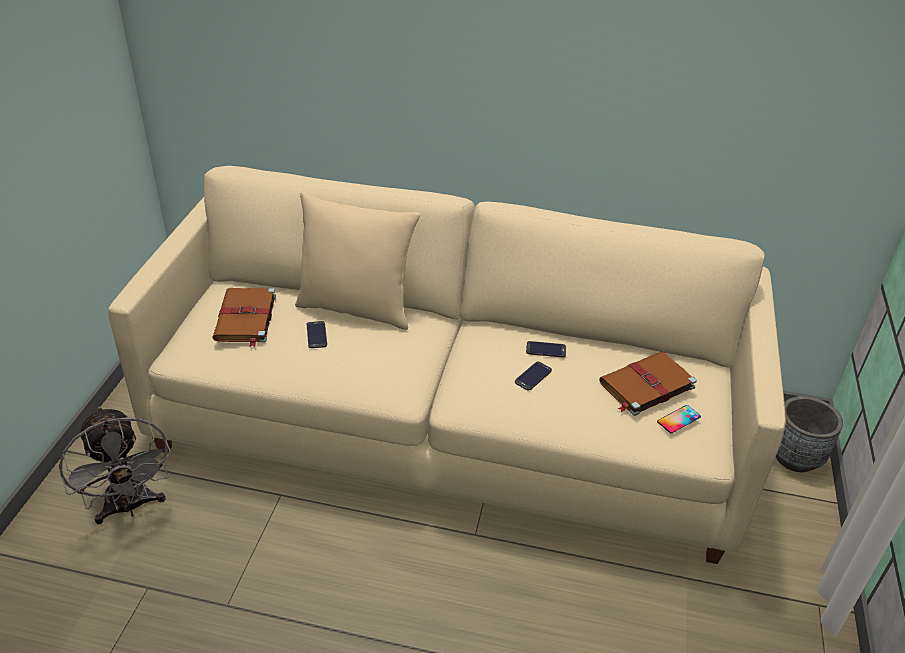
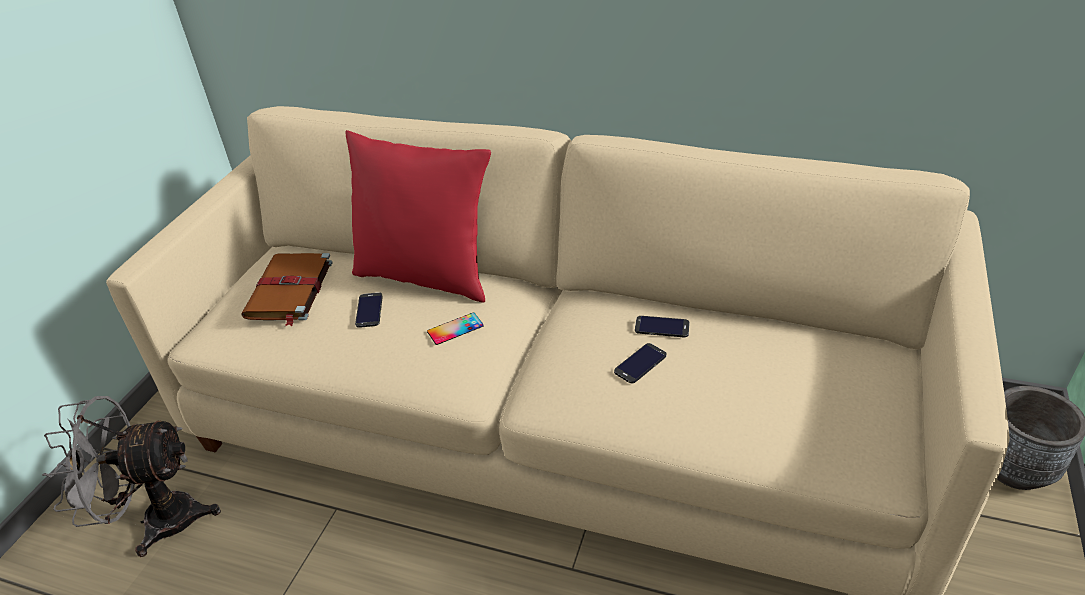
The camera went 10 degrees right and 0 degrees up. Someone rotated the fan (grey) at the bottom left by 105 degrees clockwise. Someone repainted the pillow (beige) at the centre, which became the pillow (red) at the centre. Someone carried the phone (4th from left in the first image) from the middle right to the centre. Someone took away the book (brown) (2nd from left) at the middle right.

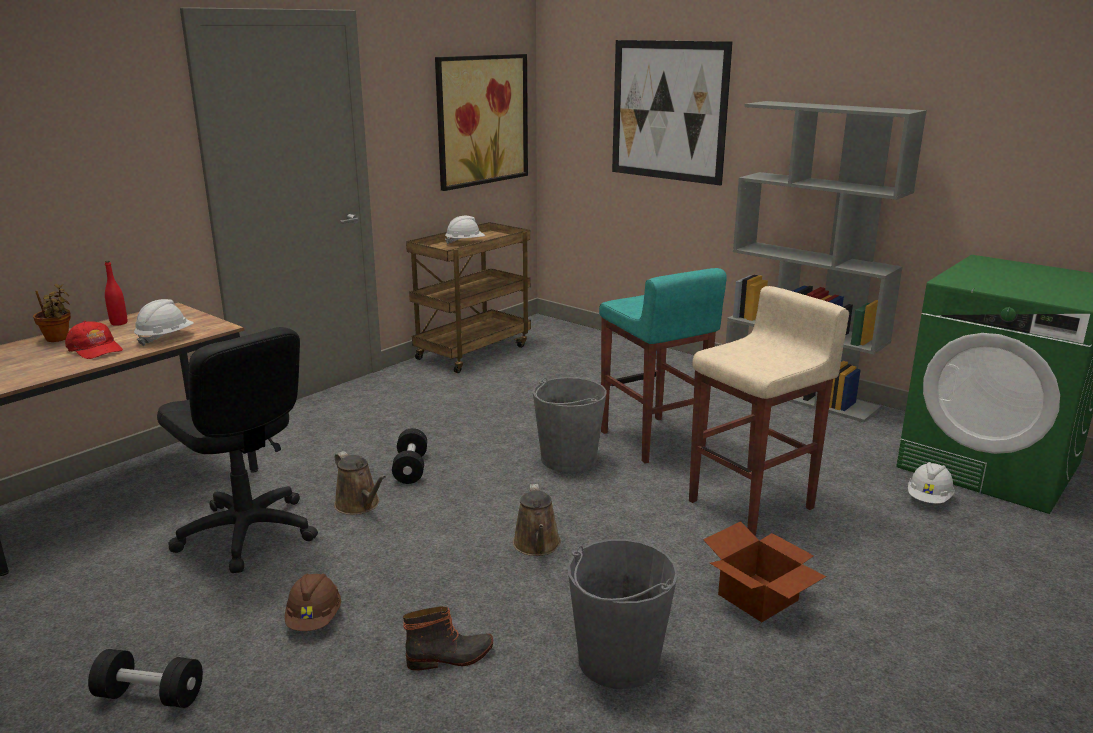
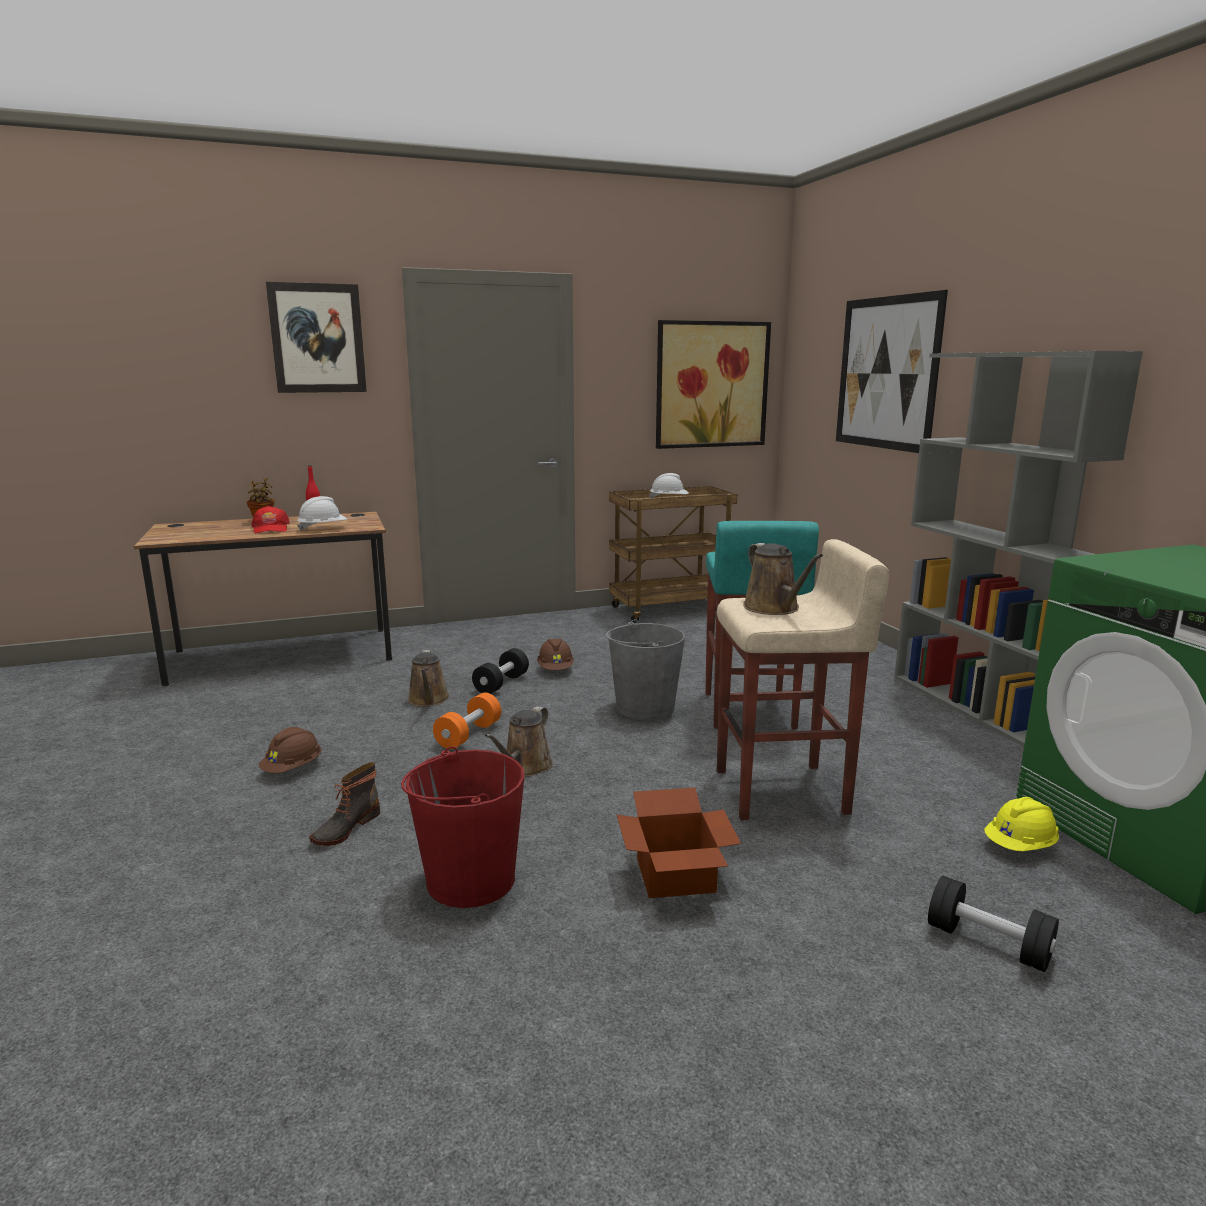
The camera went 30 degrees right and 5 degrees down. Someone put up the picture (1st from left) at the top left. Someone rotated the boot at the bottom centre by 105 degrees clockwise. Someone repainted the bucket (grey) (2nd from left) at the bottom centre, which became the bucket (red) at the bottom centre. Someone put down the dumbbell (orange) at the centre. Someone put down the hard hat (brown) (2nd from left) at the centre. Someone put down the watering can (brown) (3rd from left) at the centre. Someone carried the dumbbell (black) (1st from left in the first image) from the bottom left to the bottom right. Someone repainted the hard hat (white) (3rd from left) at the middle right, which became the hard hat (yellow) at the bottom right. Someone took away the office chair (black) at the middle left.

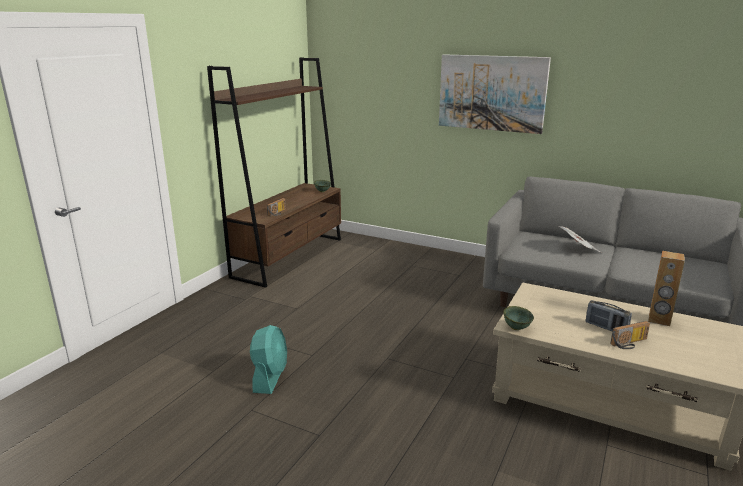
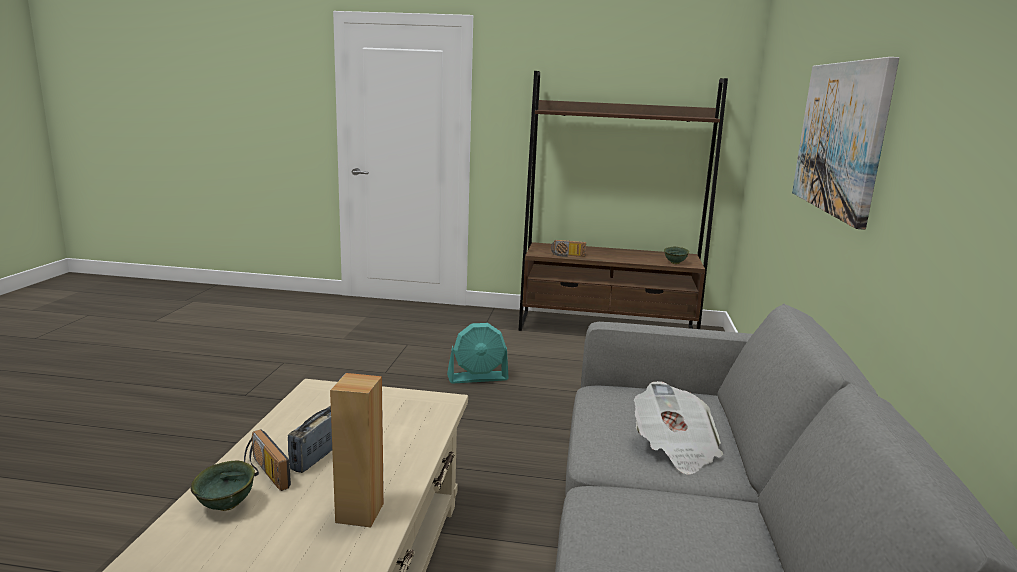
The camera went 70 degrees right and 5 degrees down. Someone carried the bowl (green) (2nd from left in the first image) from the middle right to the bottom left. Someone carried the fan (turquoise) from the bottom centre to the centre.

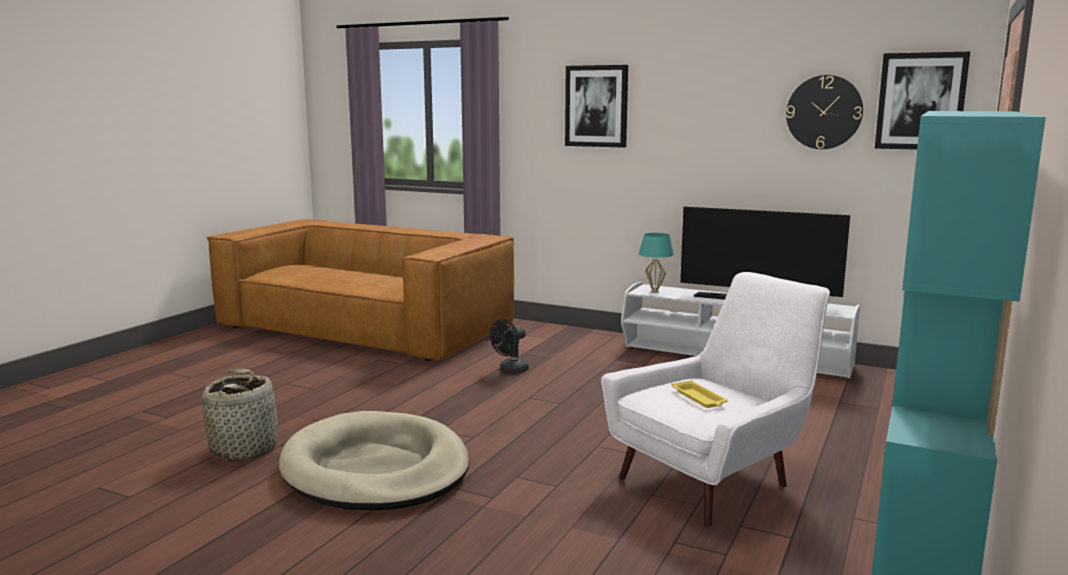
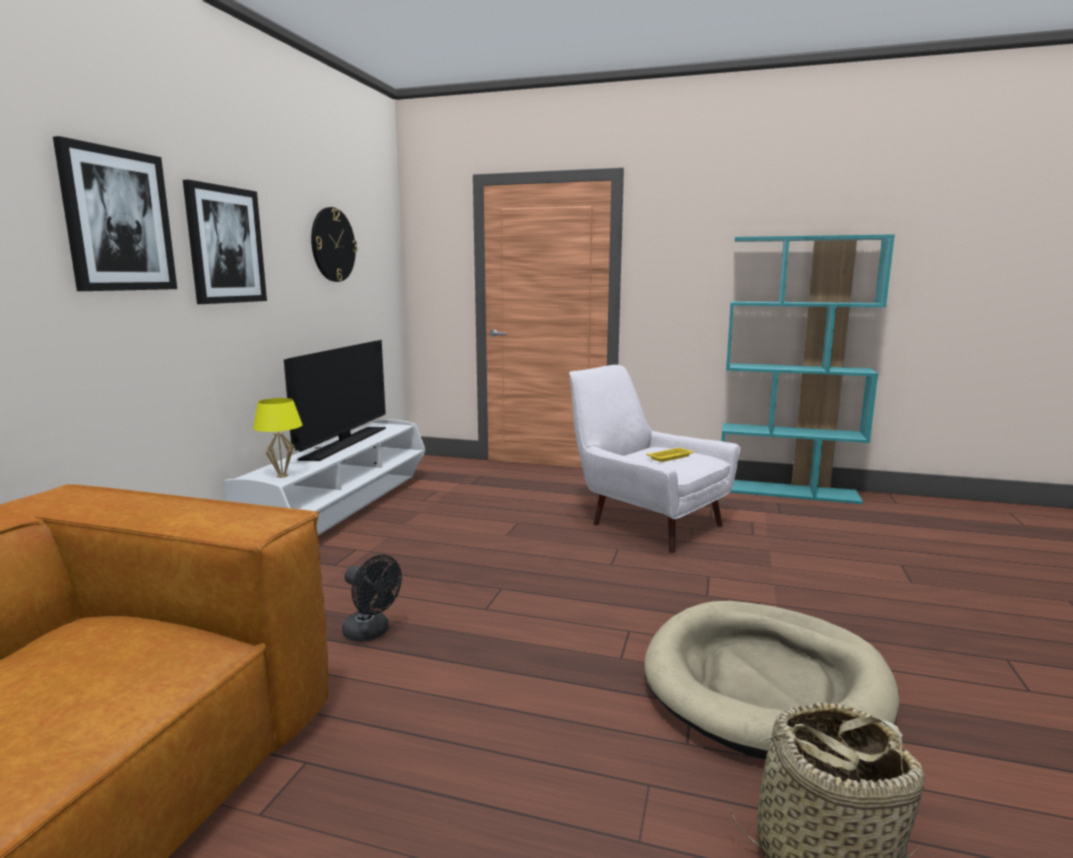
The camera went 100 degrees left and 0 degrees up. Someone carried the picture (2nd from left) from the top right to the top left. Someone repainted the table lamp (turquoise) at the centre, which became the table lamp (yellow) at the middle left.

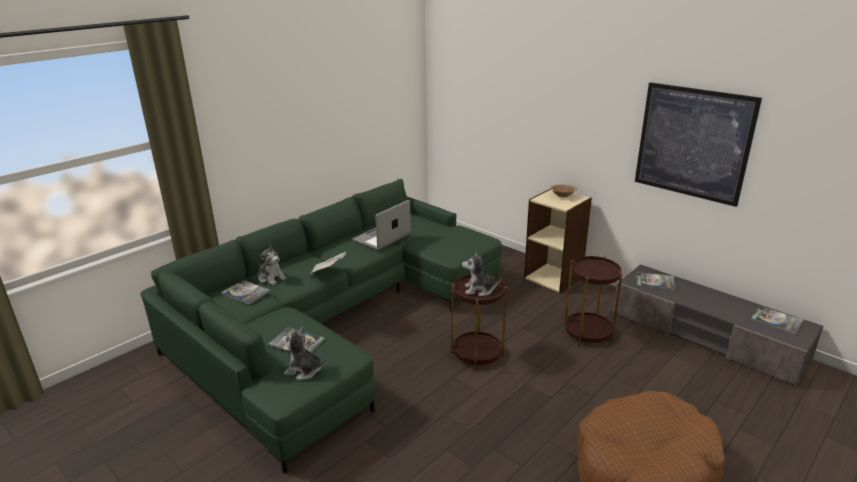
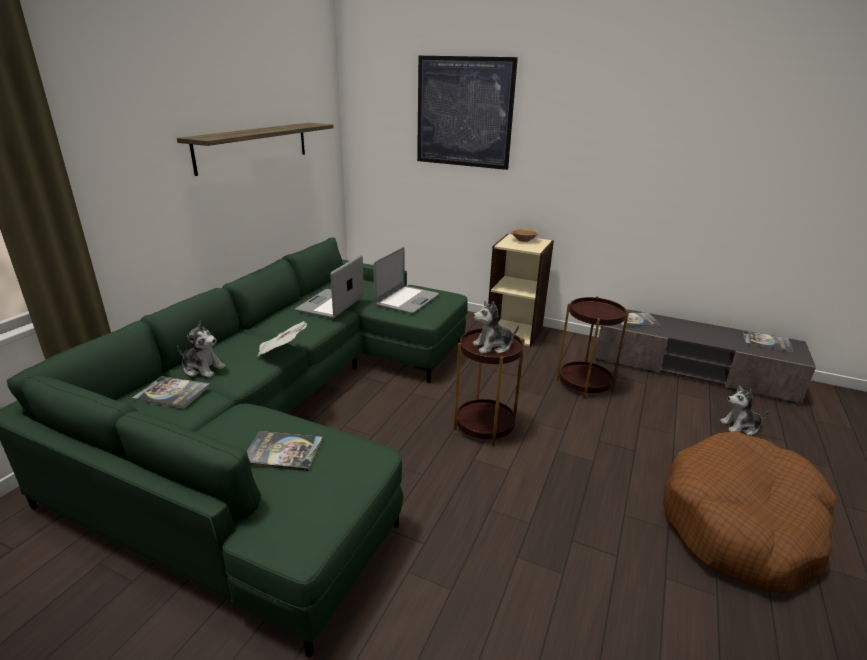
The camera went 20 degrees left and 0 degrees up. Someone put up the shelf at the top left. Someone put down the laptop (2nd from left) at the centre. Someone carried the picture from the top right to the top centre. Someone carried the plush toy (2nd from left in the first image) from the bottom centre to the middle right.

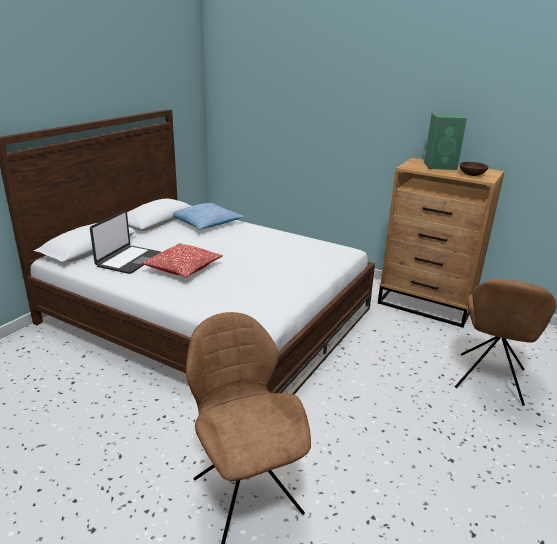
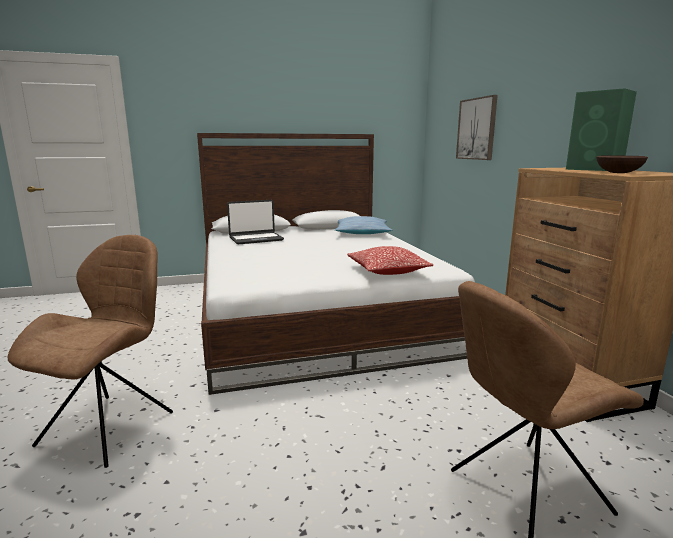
The camera went 45 degrees right and 10 degrees down. Someone carried the pillow (1st from left in the first image) from the middle left to the centre. Someone put up the picture at the top right.

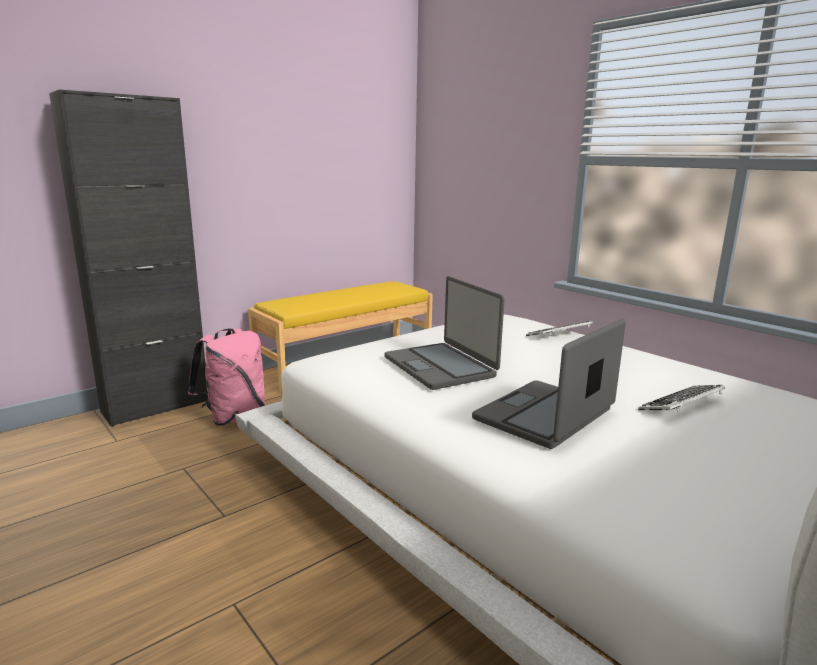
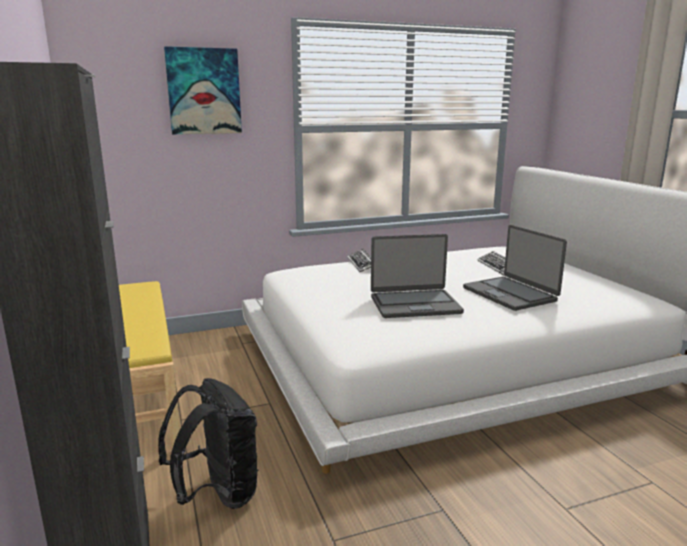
The camera went 70 degrees left and 0 degrees up. Someone repainted the backpack (pink) at the middle left, which became the backpack (black) at the bottom left. Someone put up the picture at the top left.

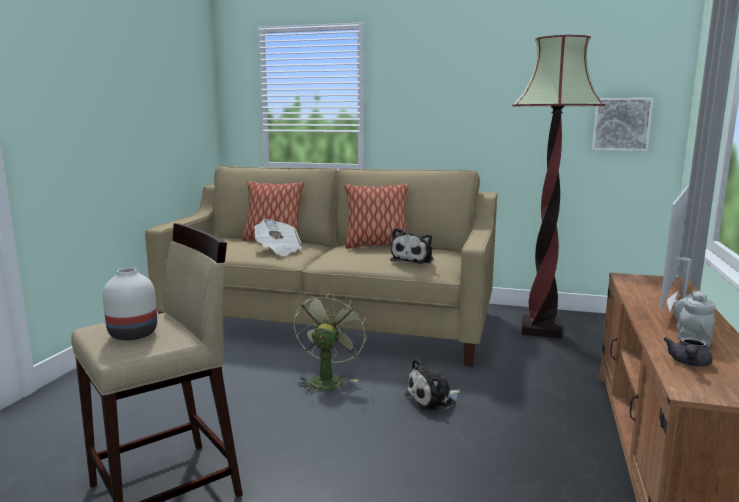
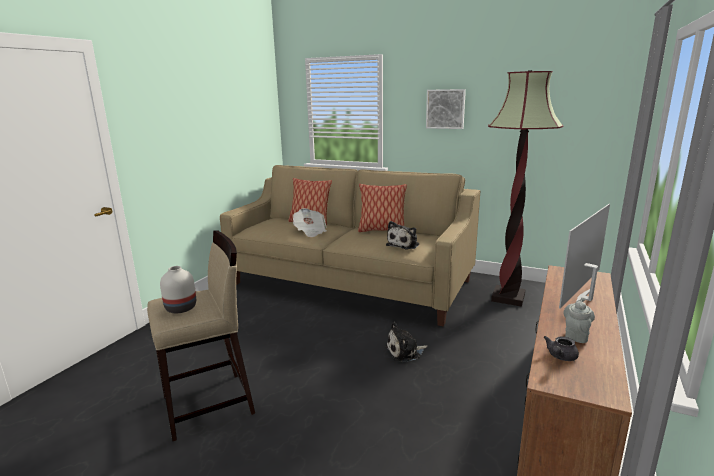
The camera went 10 degrees right and 5 degrees up. Someone carried the picture from the top right to the top centre. Someone took away the fan (green) at the bottom centre.

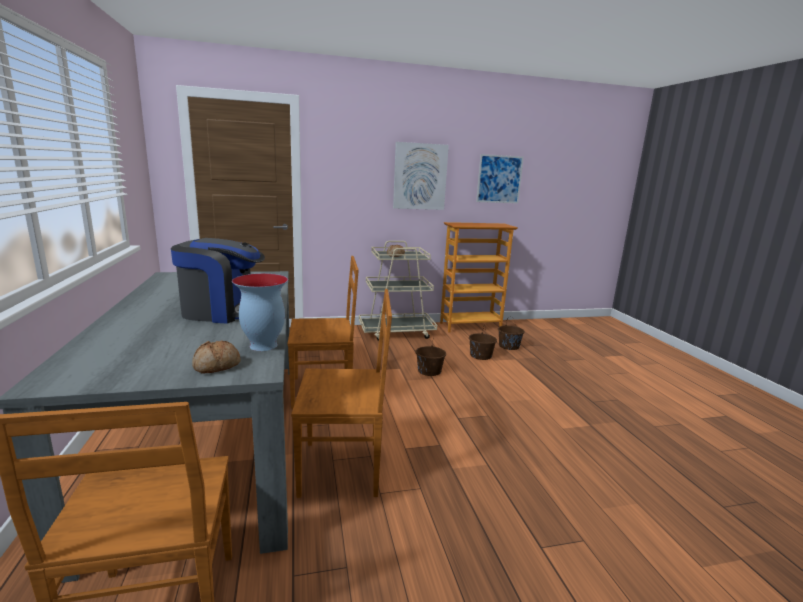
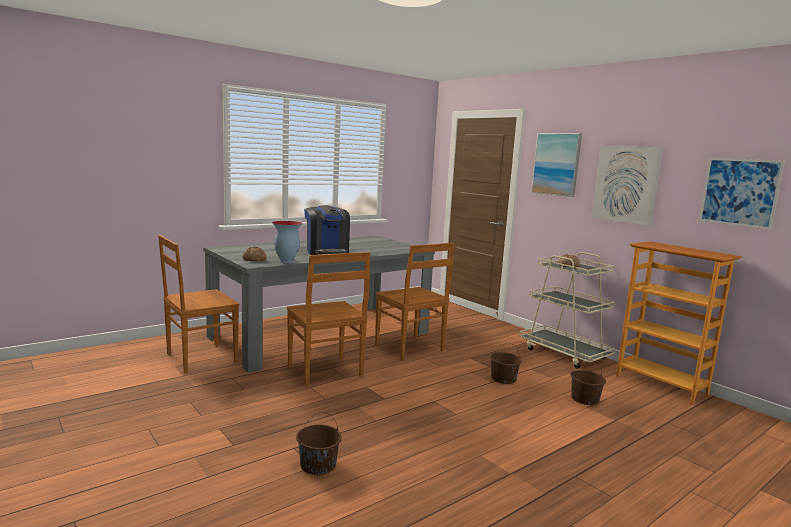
The camera went 65 degrees right and 5 degrees down. Someone carried the bucket (brown) (3rd from left in the first image) from the centre to the bottom centre. Someone put up the picture (1st from left) at the top right.

